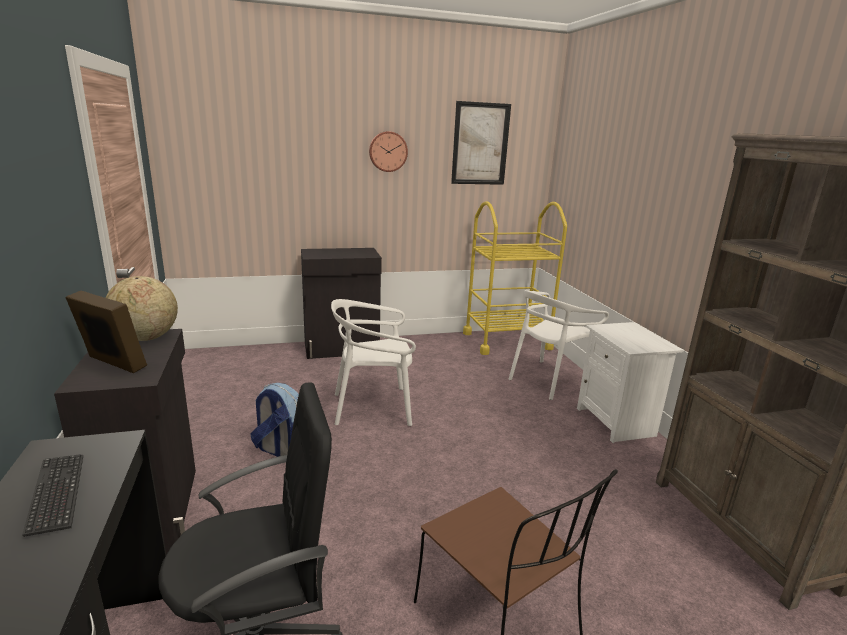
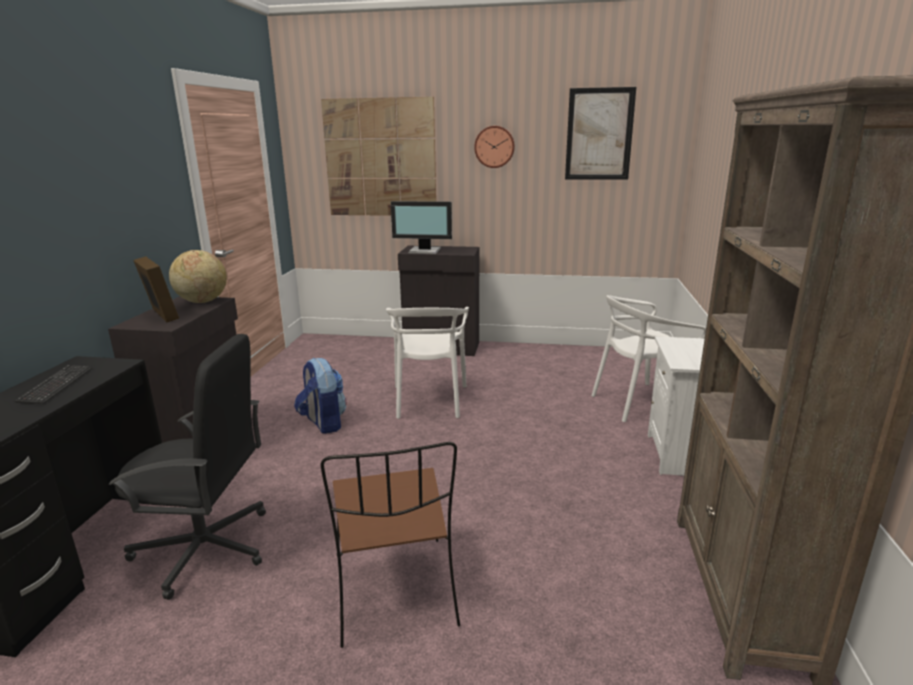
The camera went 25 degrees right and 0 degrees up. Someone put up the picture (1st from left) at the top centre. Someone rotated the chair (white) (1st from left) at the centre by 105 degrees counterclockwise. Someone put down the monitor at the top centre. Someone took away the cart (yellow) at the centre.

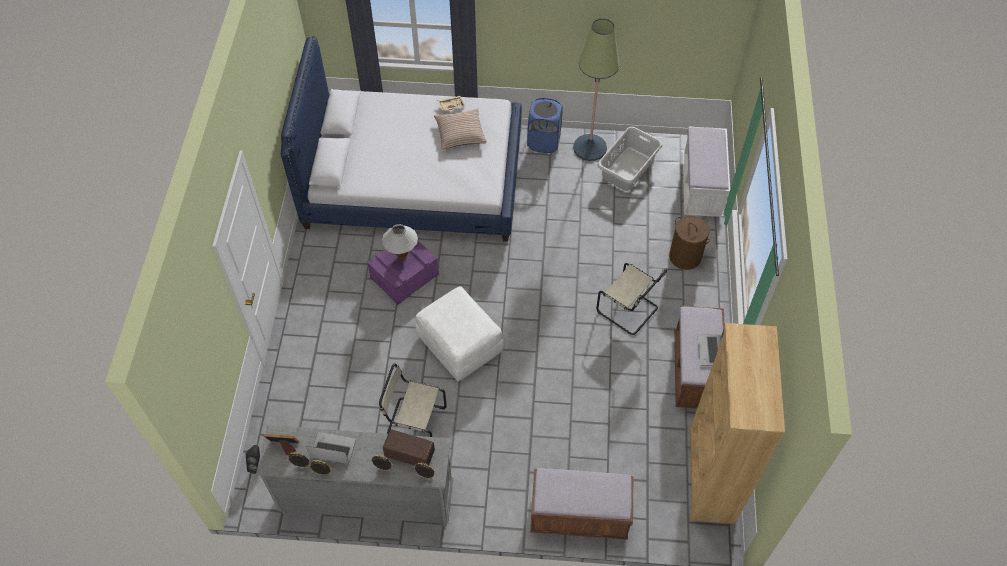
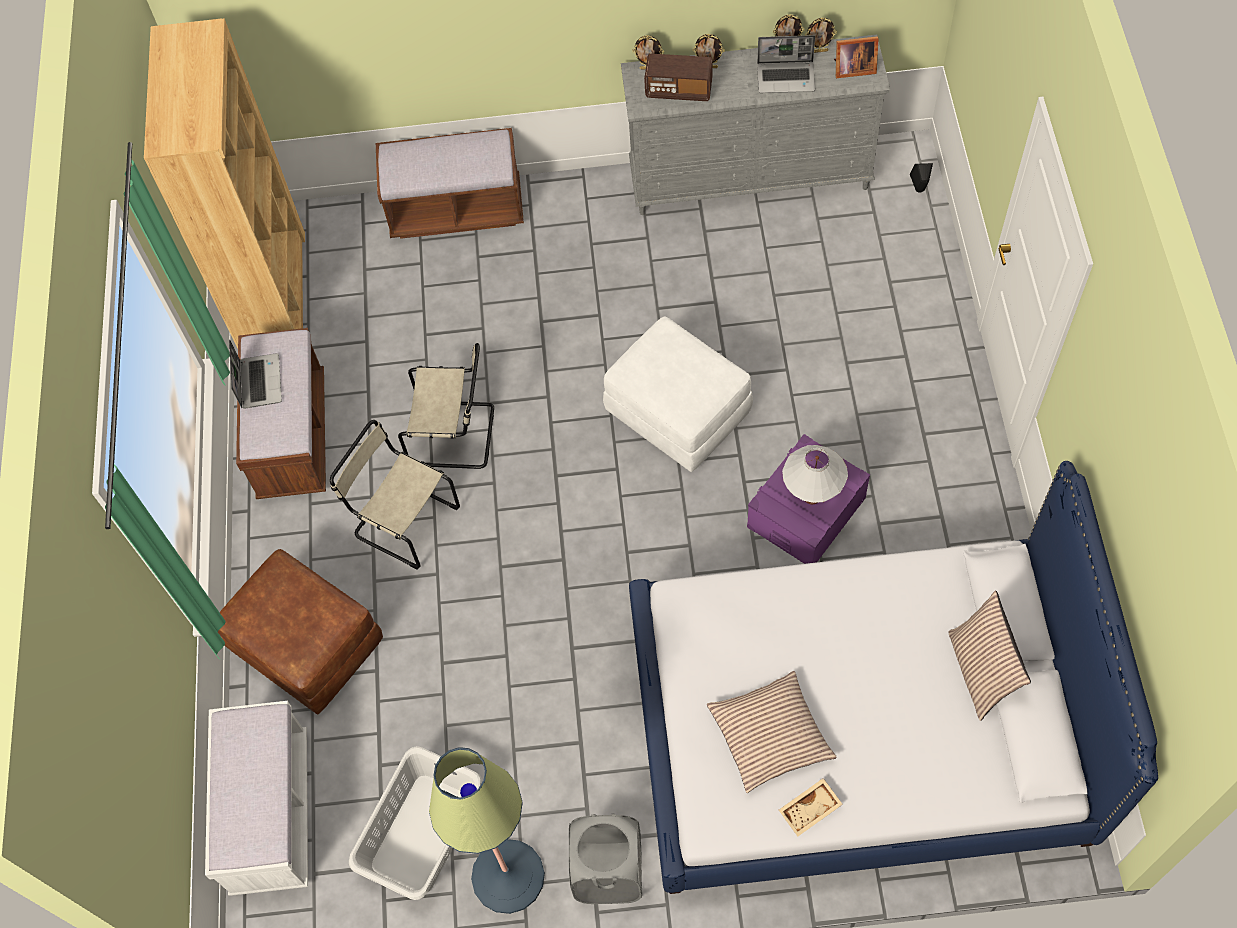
The camera went 175 degrees right and 5 degrees up. Someone swapped the laundry basket (brown) at the middle right for the ottoman (brown) at the bottom left. Someone carried the chair (beige) (1st from left in the first image) from the bottom centre to the centre. Someone repainted the laundry basket (blue) at the top centre, which became the laundry basket (grey) (2nd from left) at the bottom centre. Someone put down the pillow (2nd from left) at the bottom right.

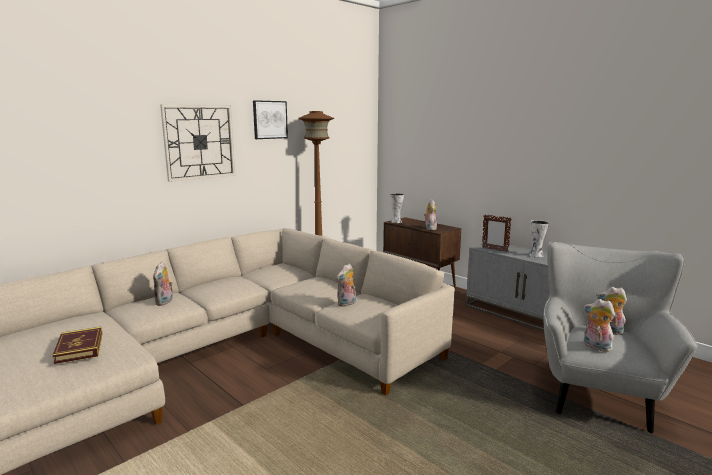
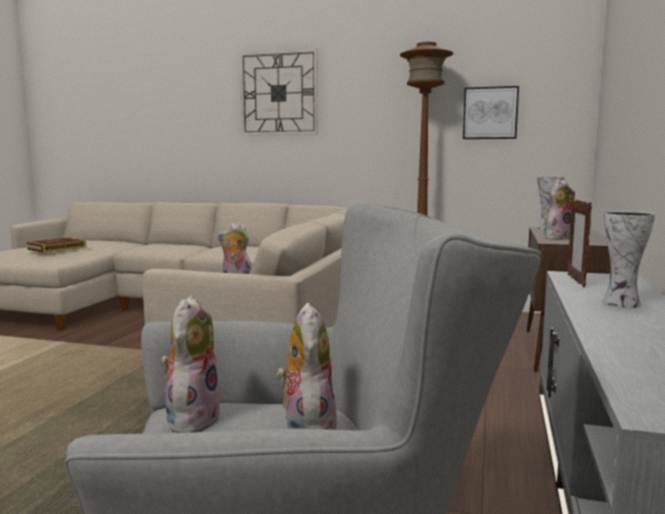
The camera went 60 degrees right and 5 degrees down. Someone carried the picture from the top centre to the top right. Someone took away the plush toy (1st from left) at the middle left.

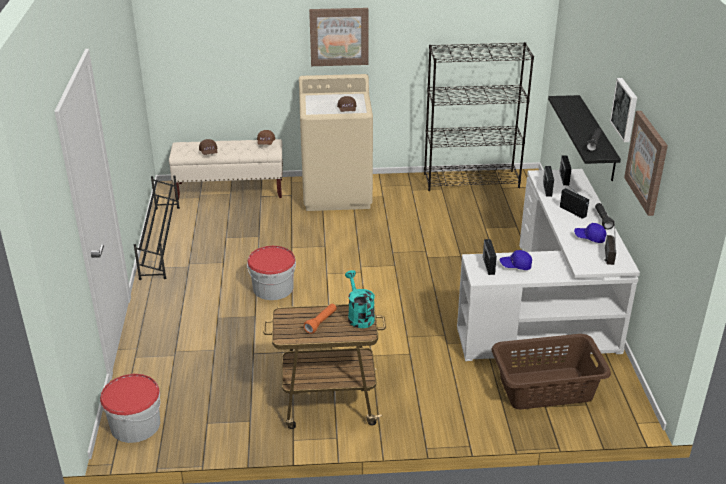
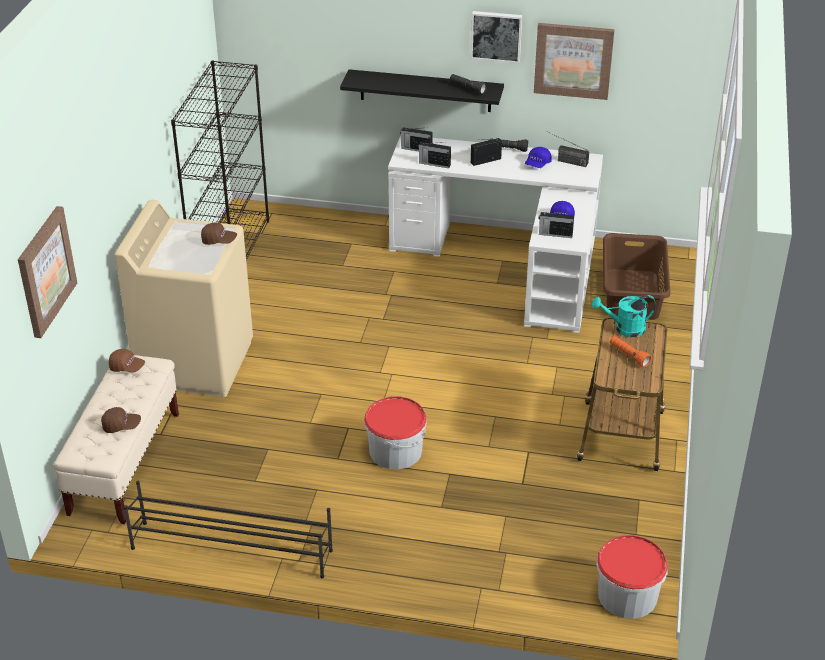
The camera went 75 degrees left and 5 degrees up. Someone carried the picture (1st from left) from the top centre to the middle left.

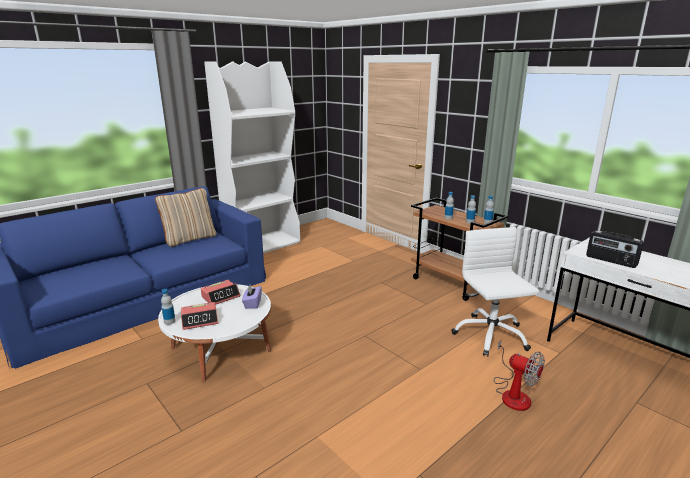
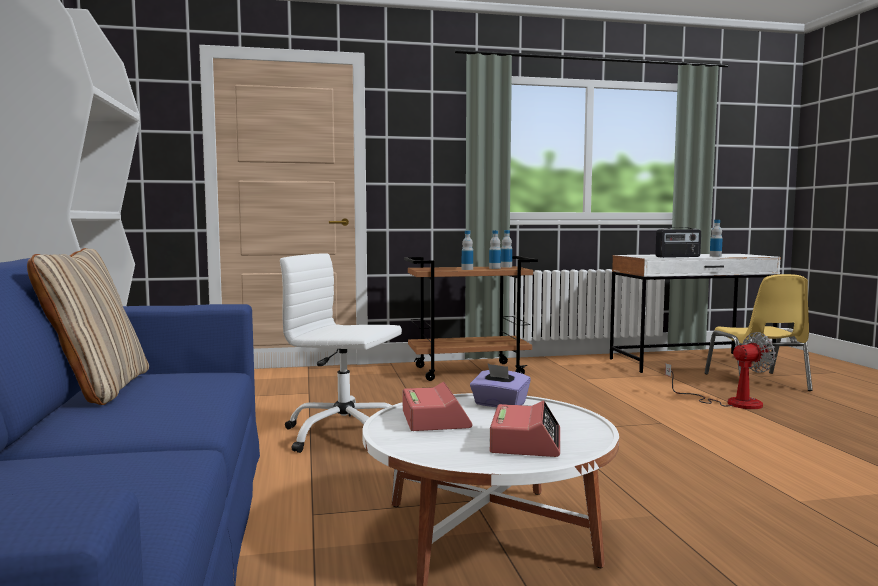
The camera went 60 degrees left and 15 degrees down. Someone carried the office chair (white) from the middle right to the centre. Someone put down the chair (yellow) at the middle right. Someone carried the bottle (1st from left in the first image) from the middle left to the middle right.

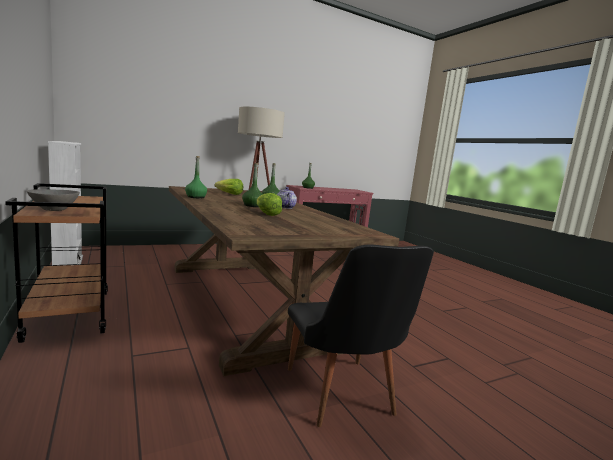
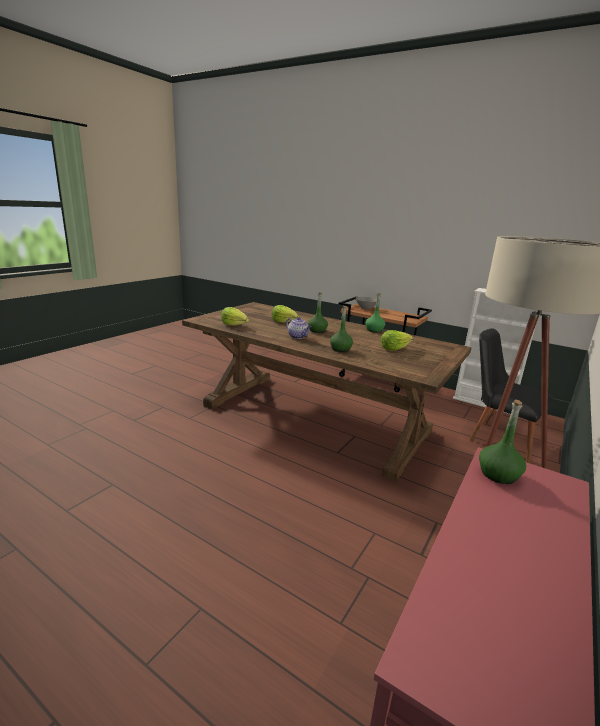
The camera went 150 degrees right and 10 degrees up. Someone put down the lettuce (1st from left) at the centre. Someone carried the chair (black) from the bottom centre to the middle right.

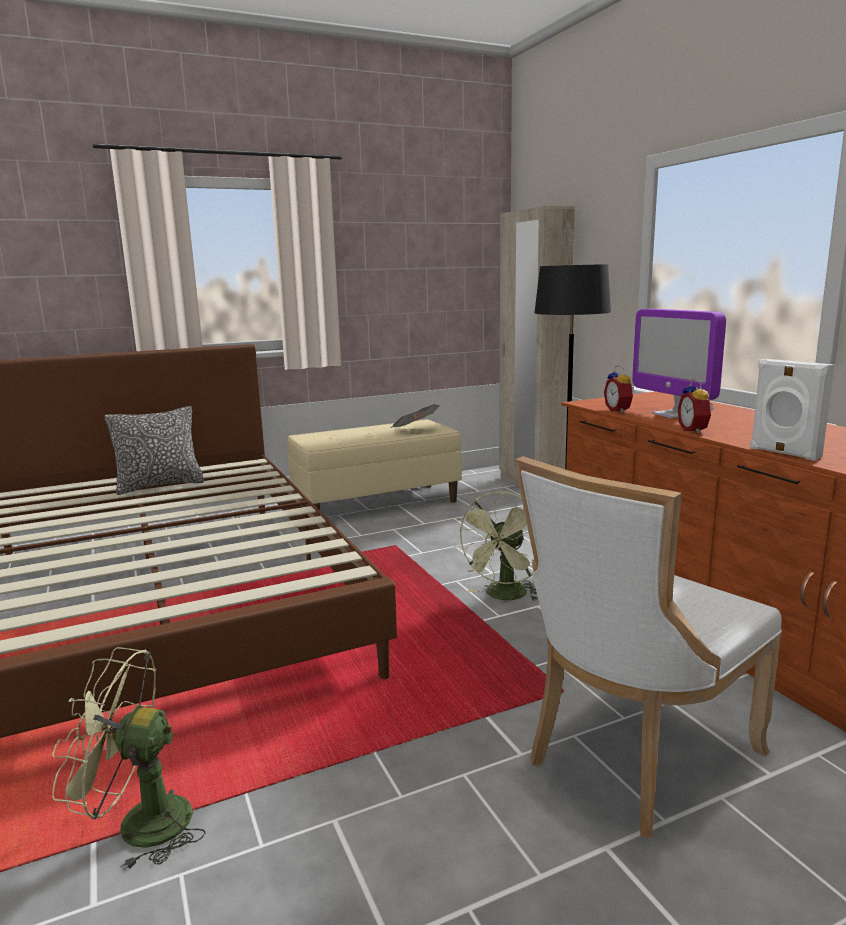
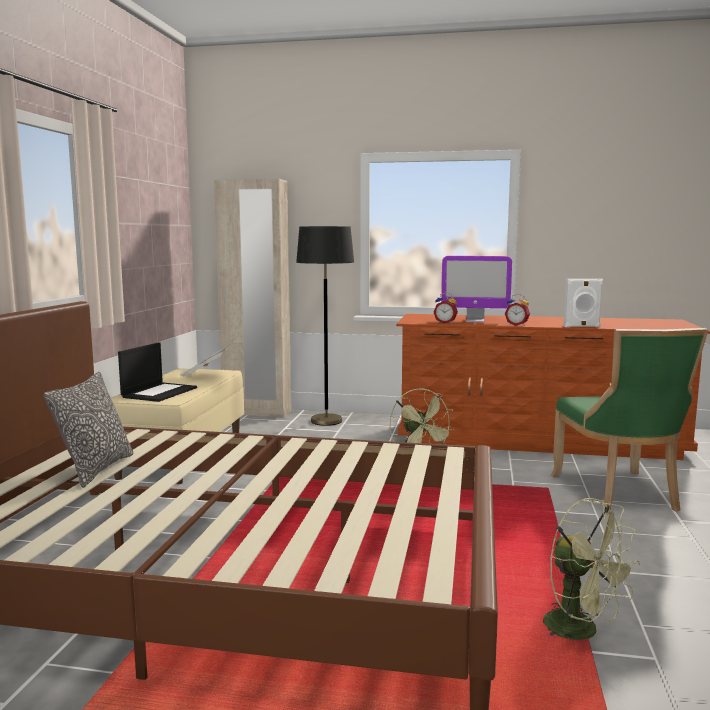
The camera went 55 degrees left and 5 degrees down. Someone put down the laptop at the middle left. Someone rotated the fan (green) (1st from left in the first image) at the bottom left by 75 degrees counterclockwise. Someone repainted the chair (white) at the bottom right, which became the chair (green) at the middle right.

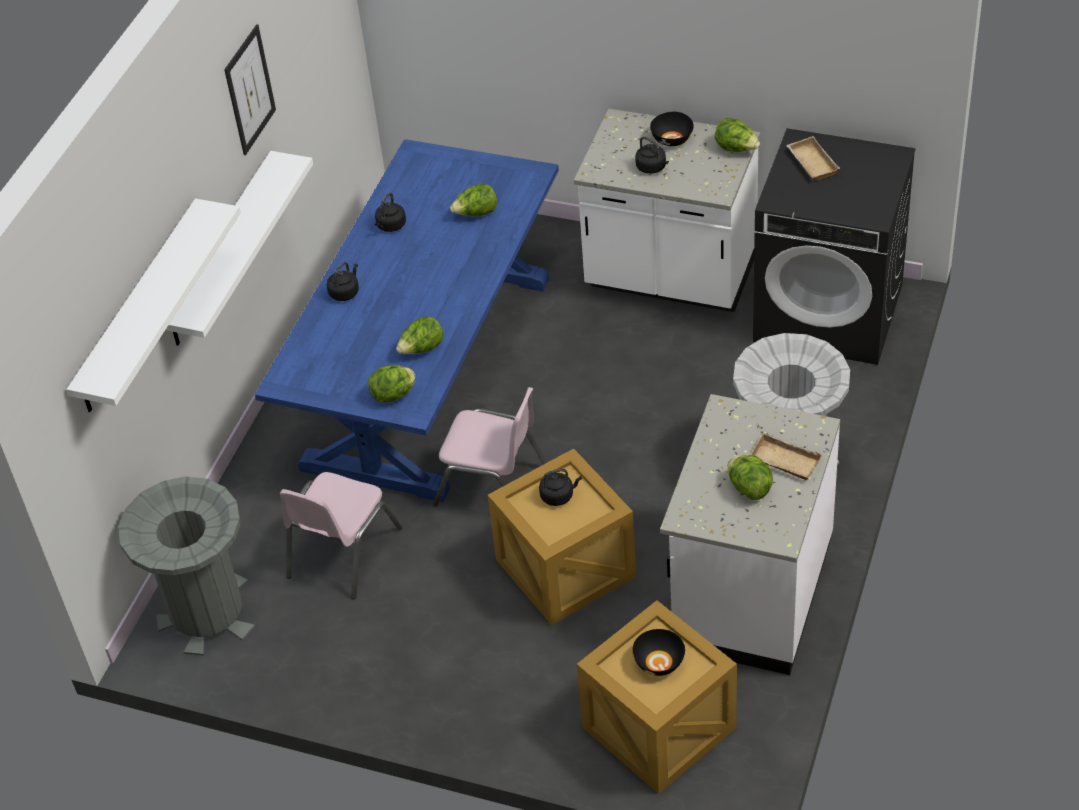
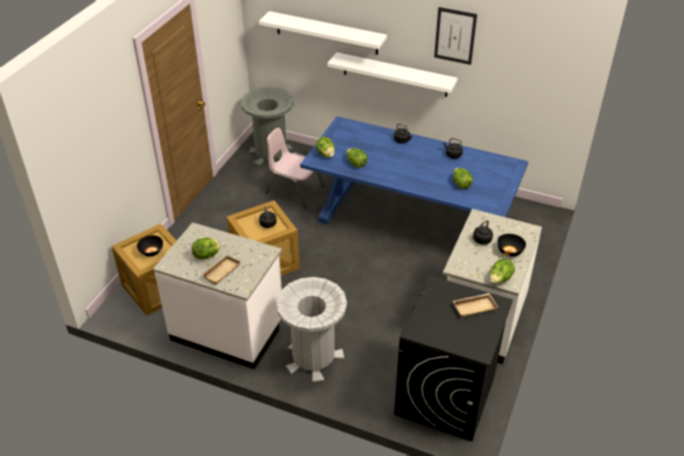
The camera went 90 degrees right and 5 degrees down. Someone took away the chair (pink) (2nd from left) at the centre.

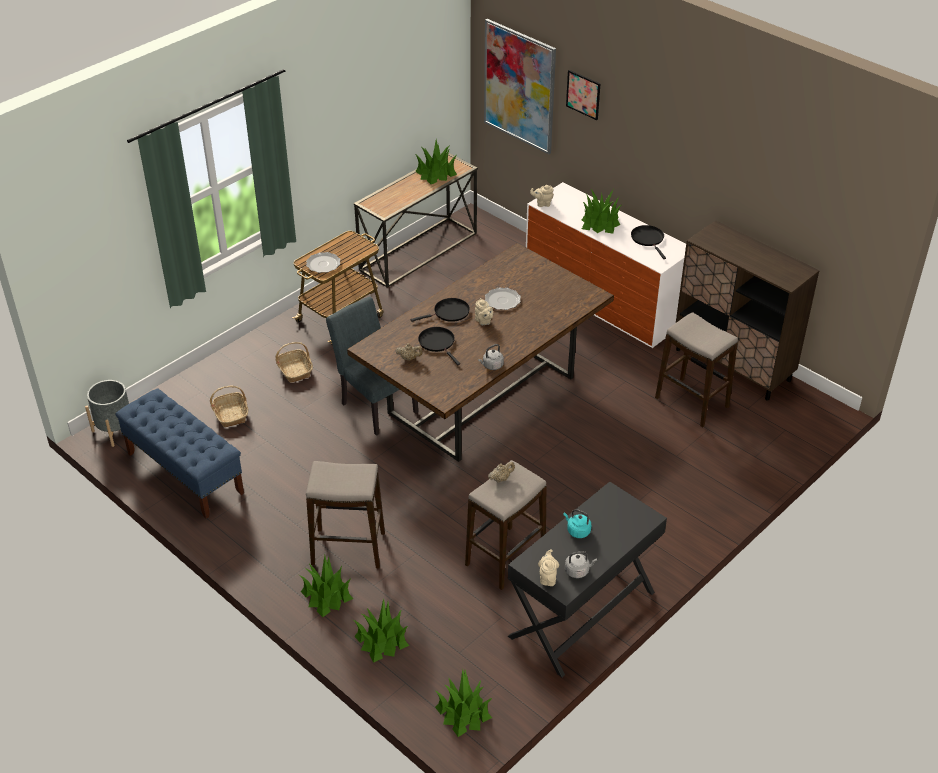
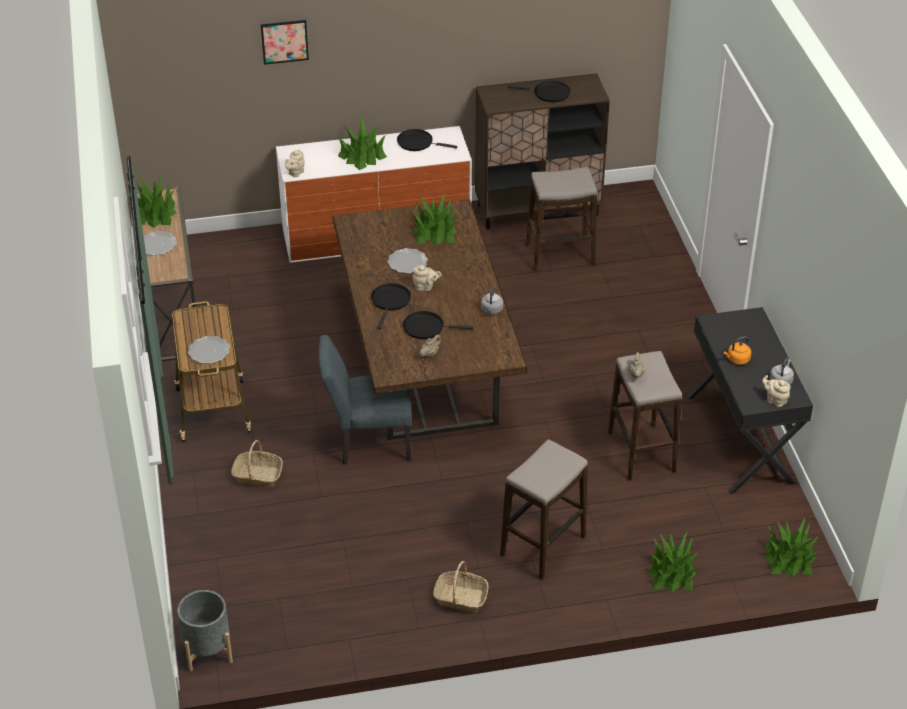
The camera went 55 degrees left and 0 degrees up. Someone put down the plate (1st from left) at the middle left. Someone carried the potted plant (1st from left in the first image) from the bottom centre to the top centre. Someone carried the basket (1st from left in the first image) from the middle left to the bottom centre. Someone put down the frying pan (black) (4th from left) at the top centre. Someone repainted the kettle (turquoise) at the bottom centre, which became the kettle (orange) at the middle right. Someone took away the bench (blue) at the middle left. Someone took away the picture (1st from left) at the top centre.

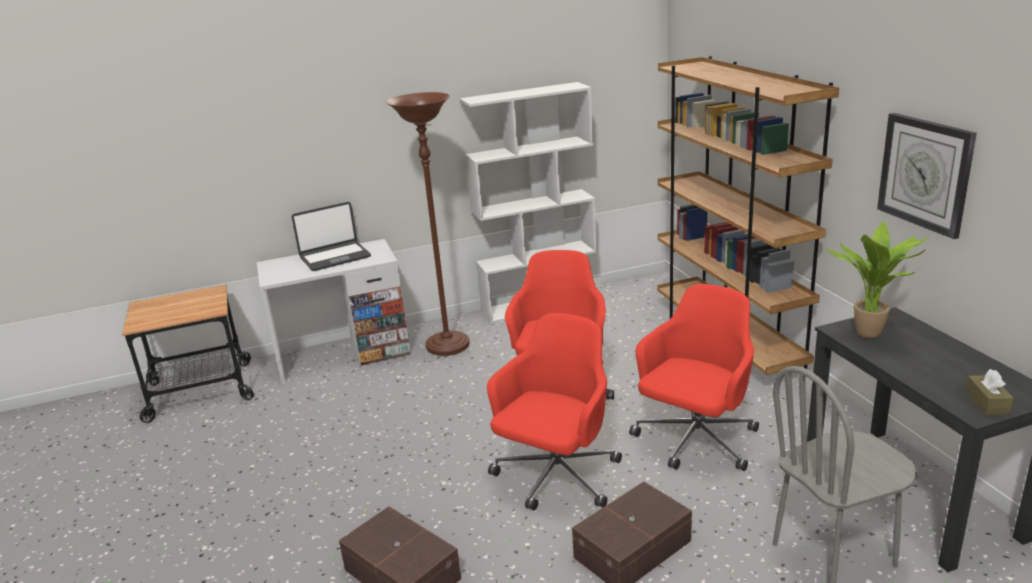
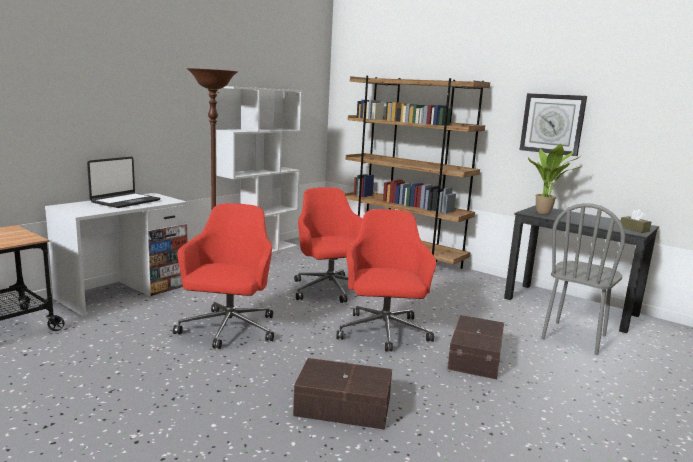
The camera went 35 degrees left and 10 degrees down. Someone carried the office chair (red) (3rd from left in the first image) from the middle right to the middle left.

